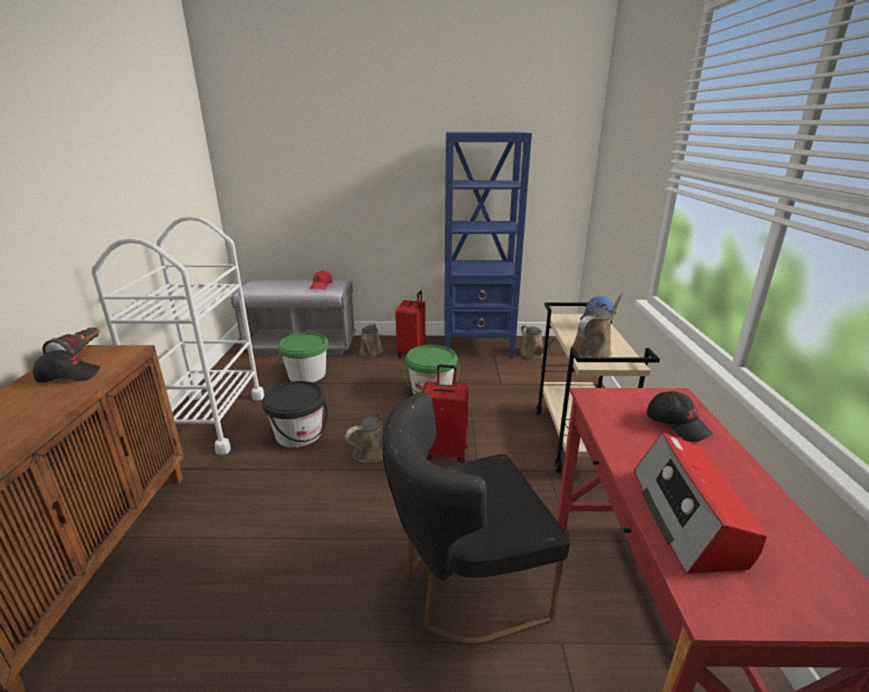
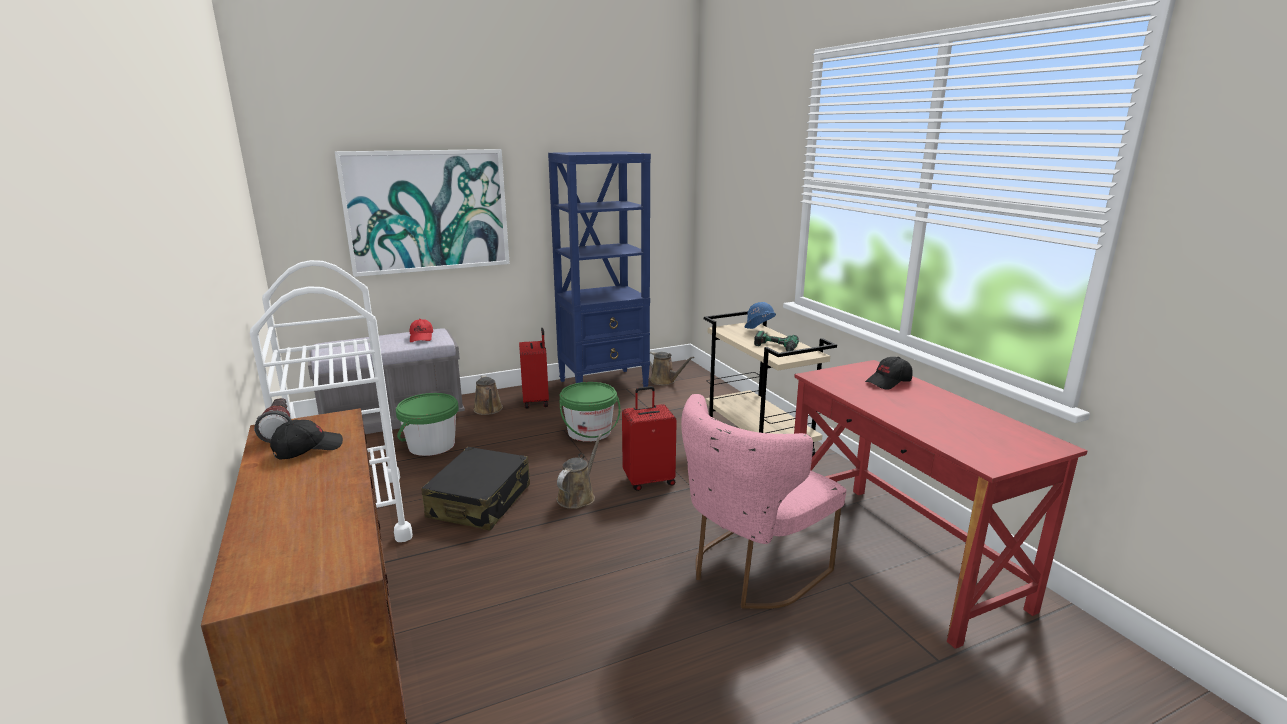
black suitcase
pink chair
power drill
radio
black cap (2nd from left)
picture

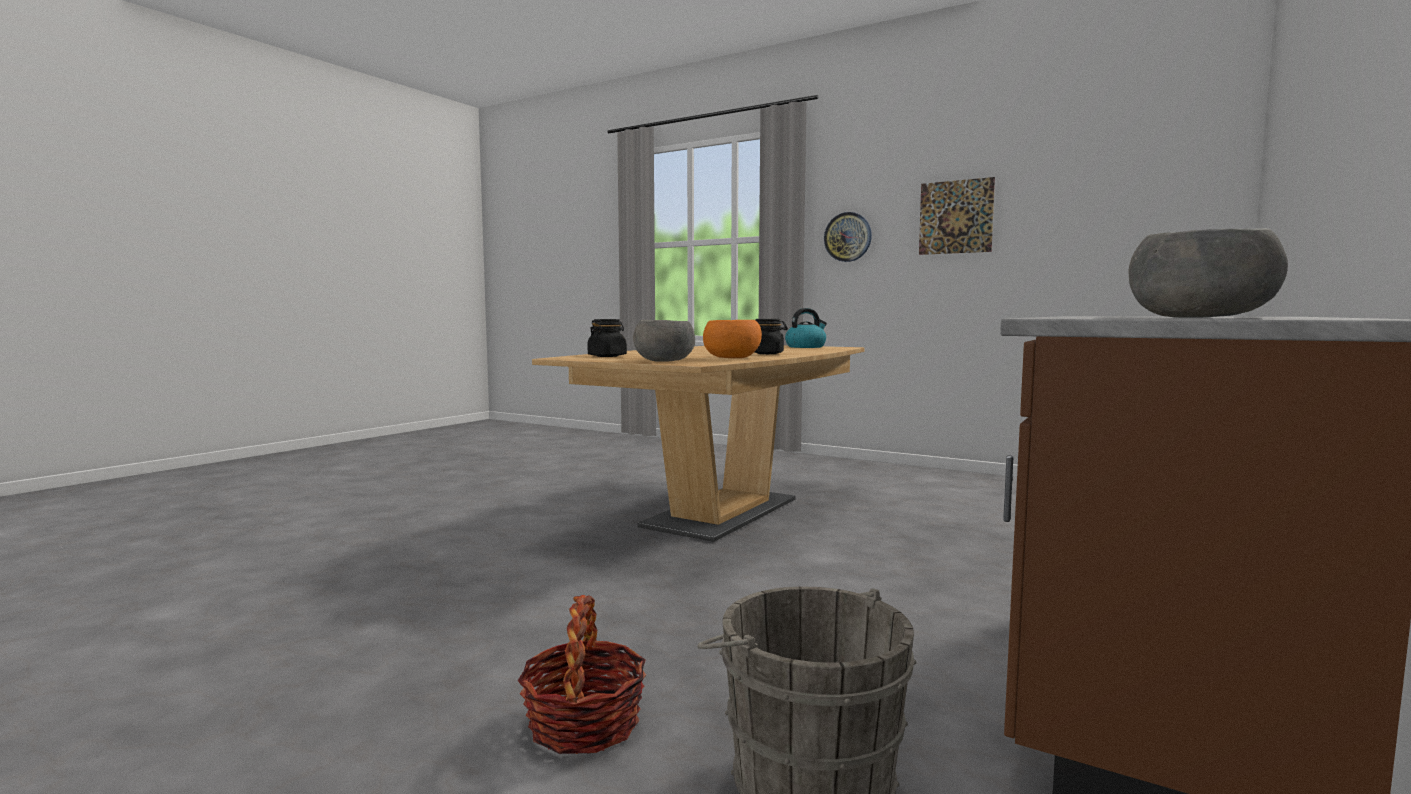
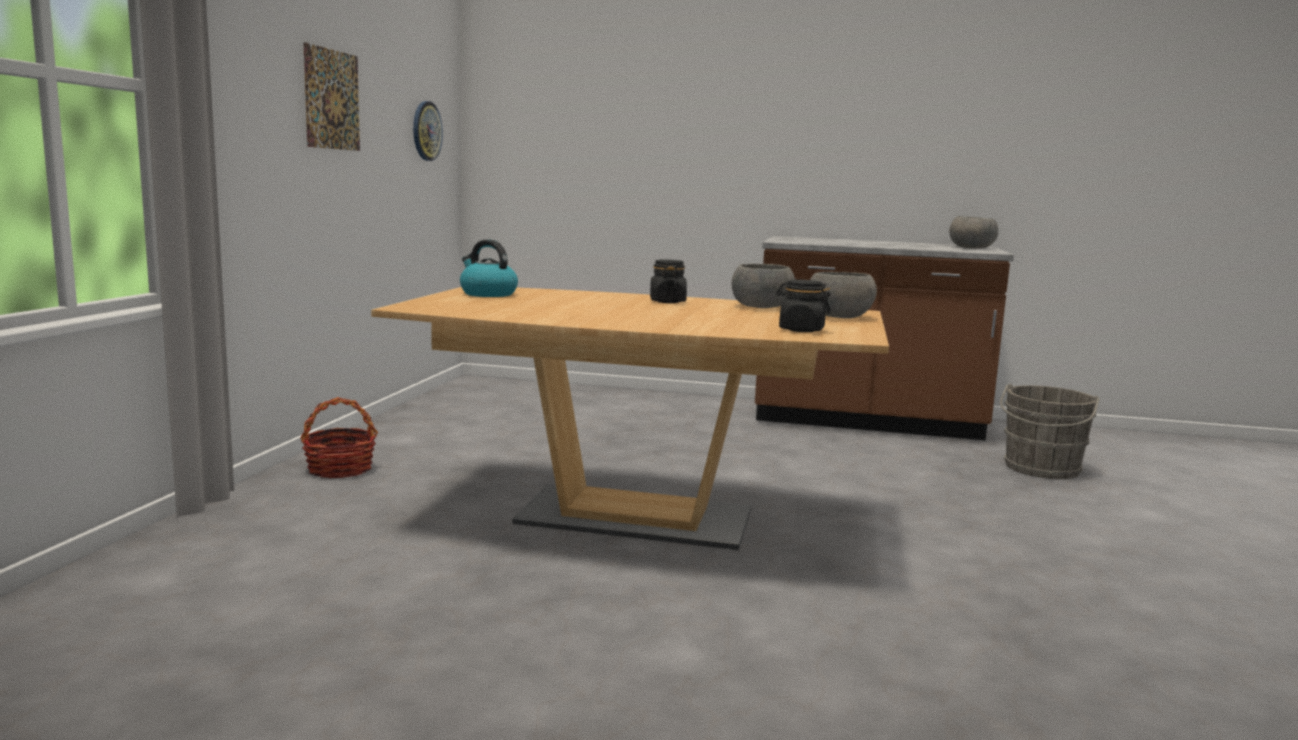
basket
grey bowl (1st from left)
wall clock

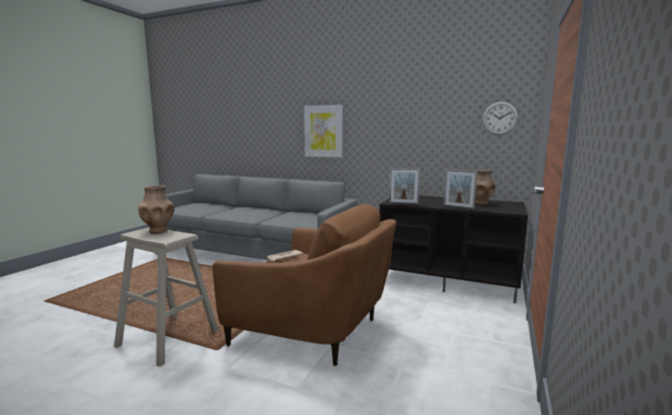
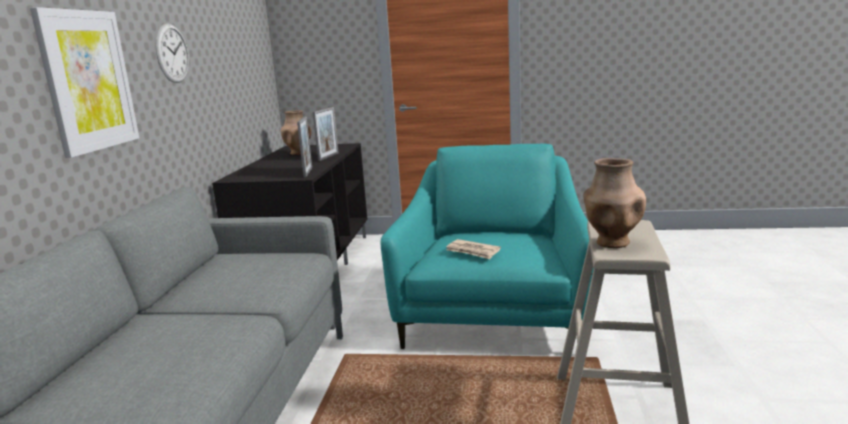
turquoise armchair
wall clock

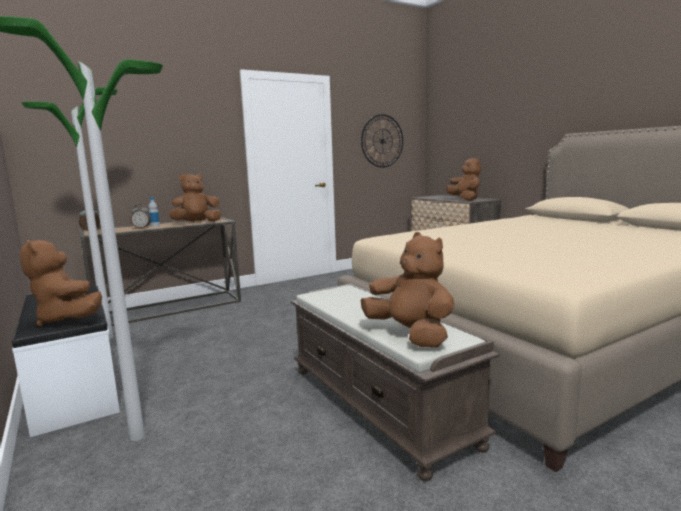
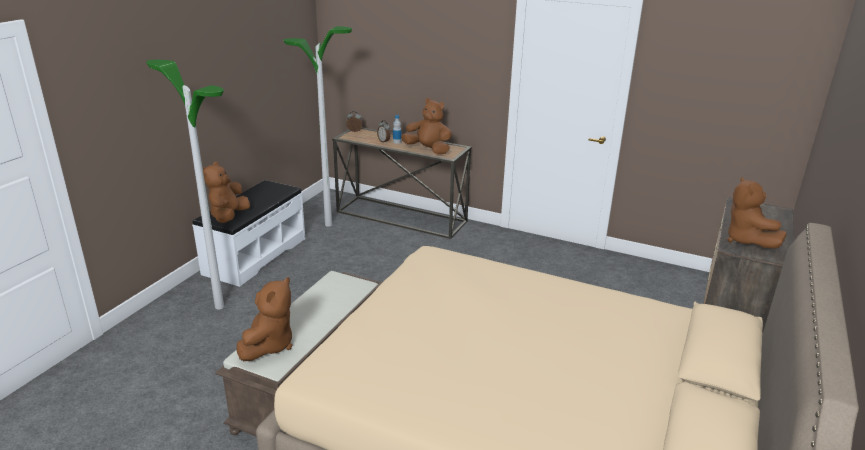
wall clock
brown plush toy (4th from left)

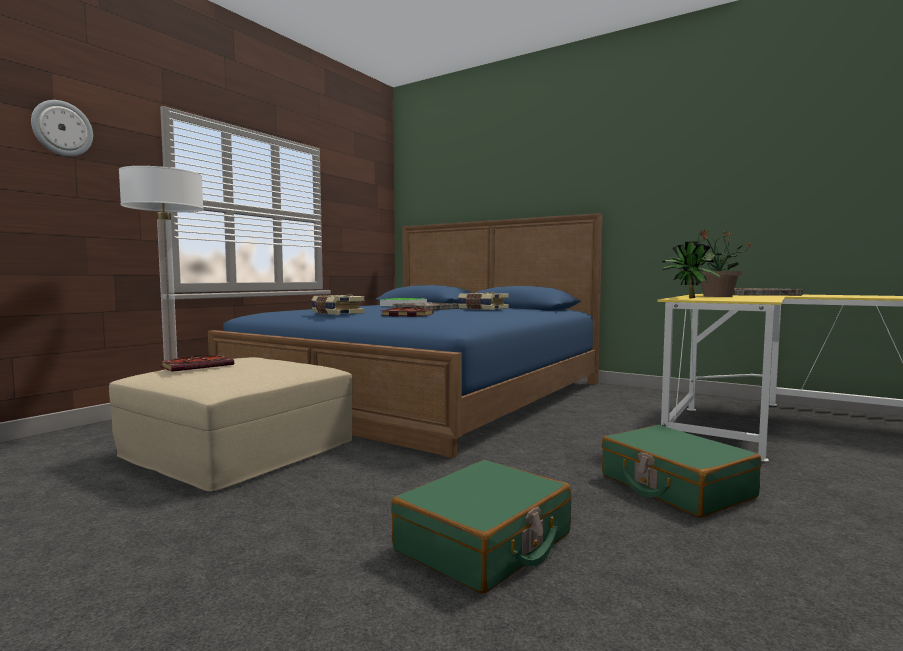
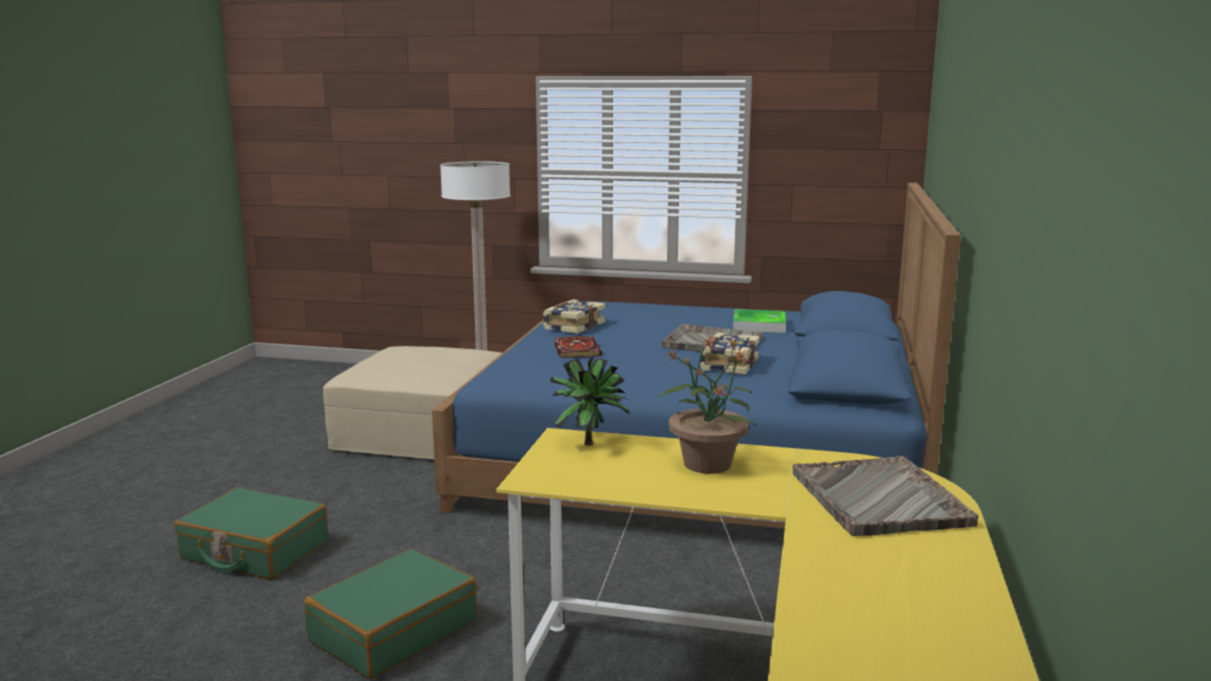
wall clock
book (1st from left in the first image)

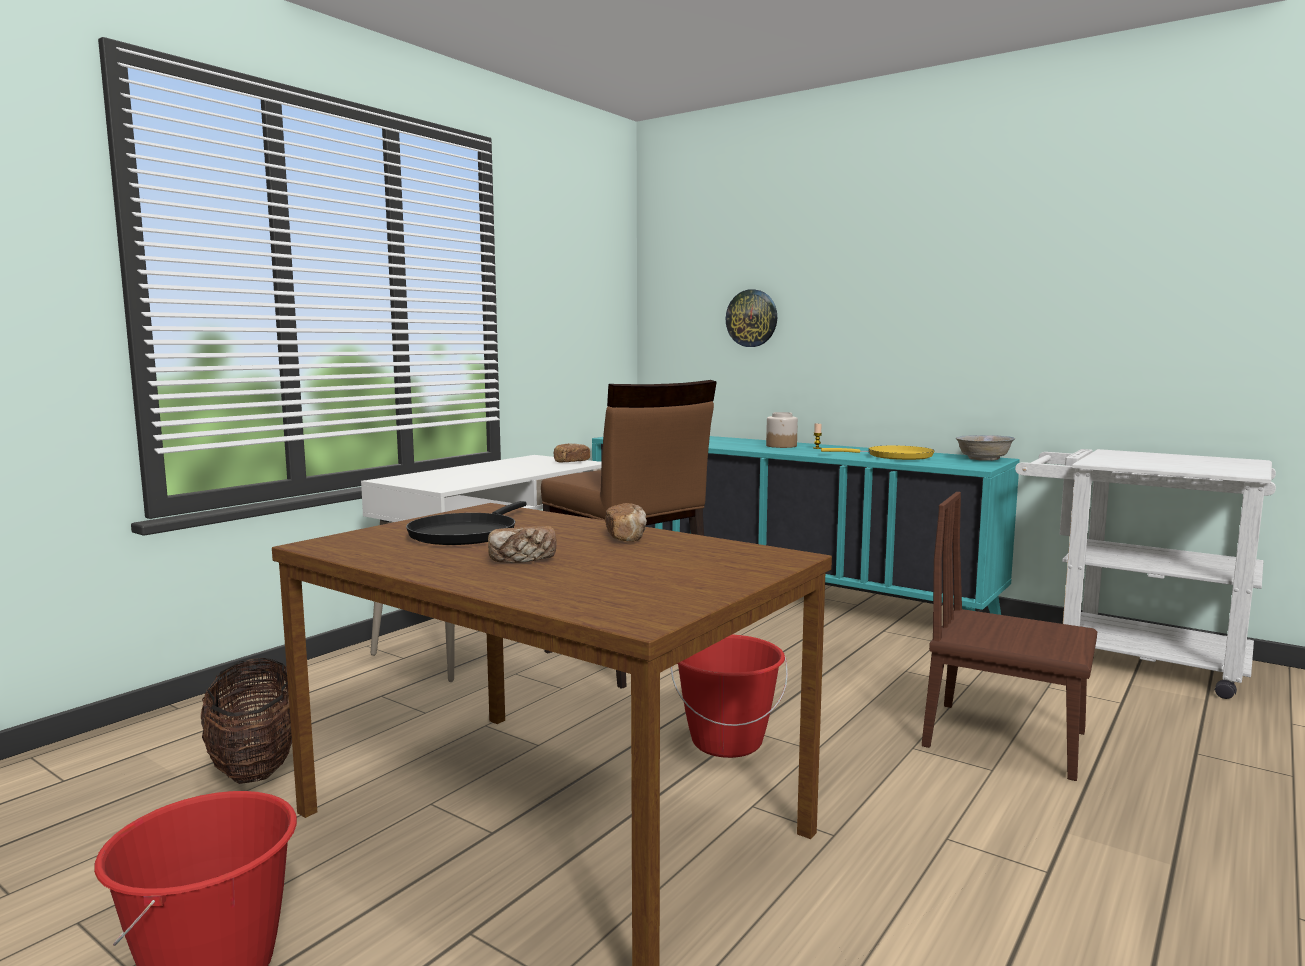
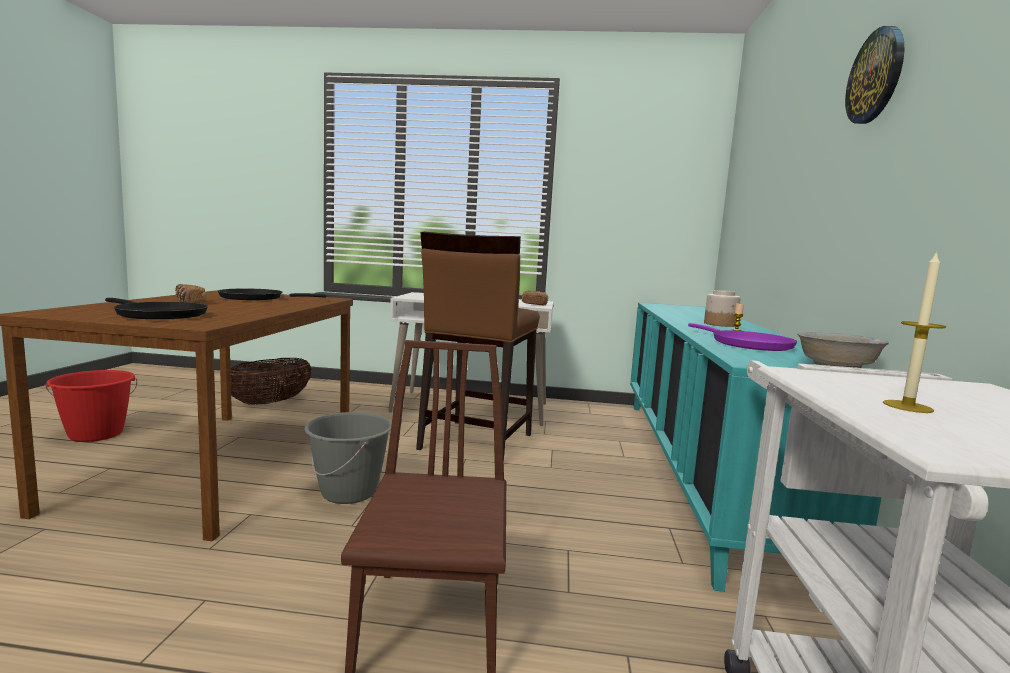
bread (3rd from left in the first image)
grey bucket
wall clock
purple frying pan
black frying pan (1st from left)
candle (2nd from left)

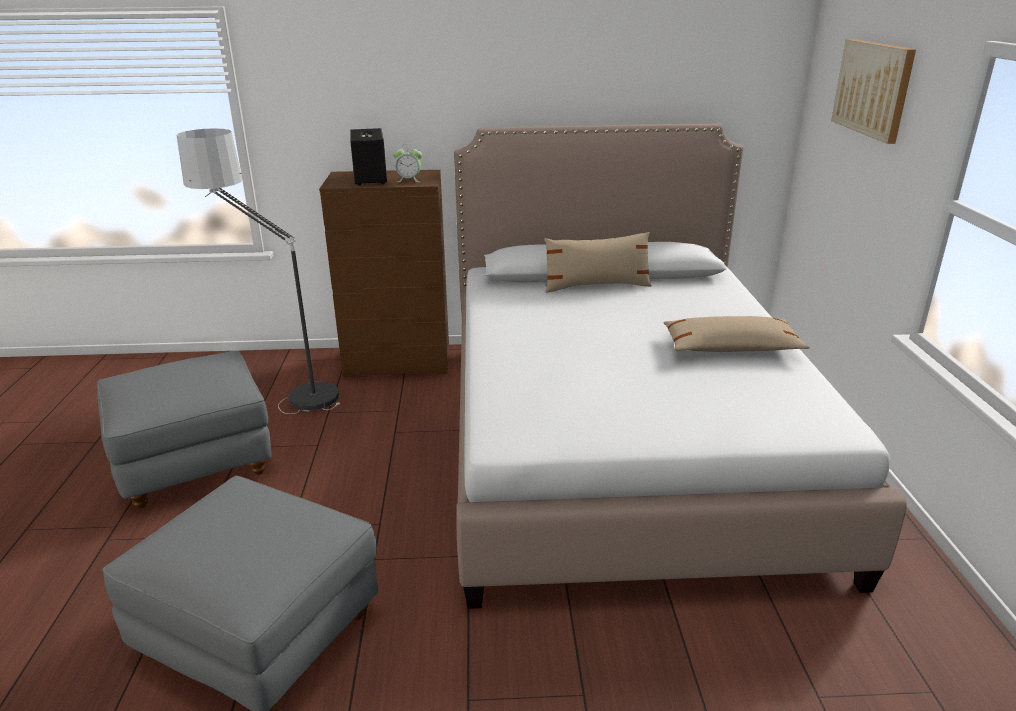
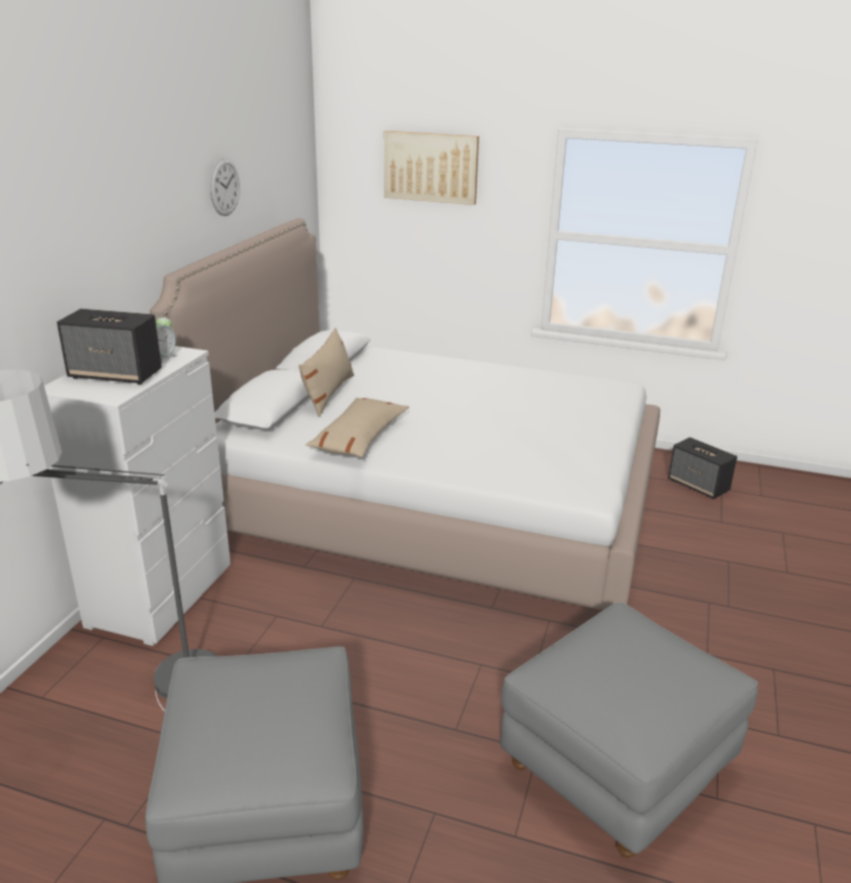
white dresser
beige pillow (2nd from left)
wall clock
speaker (2nd from left)

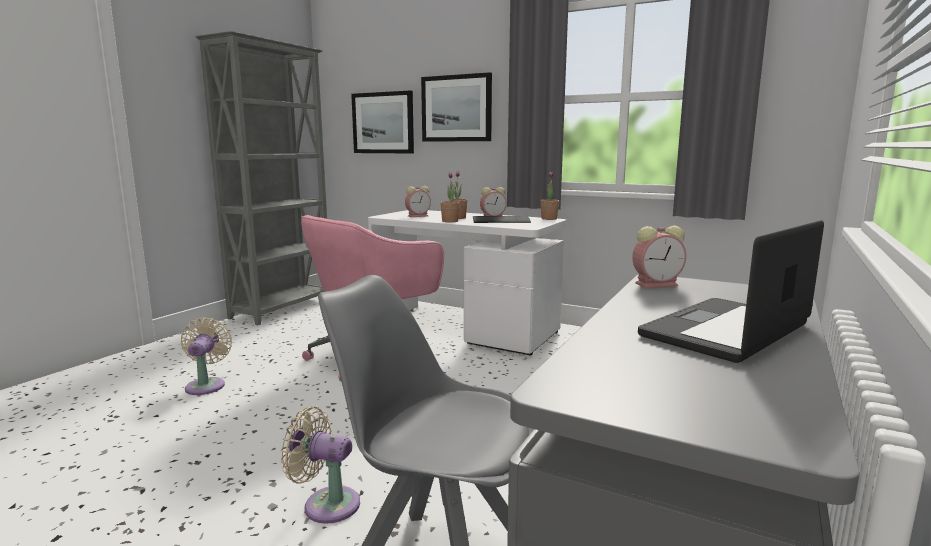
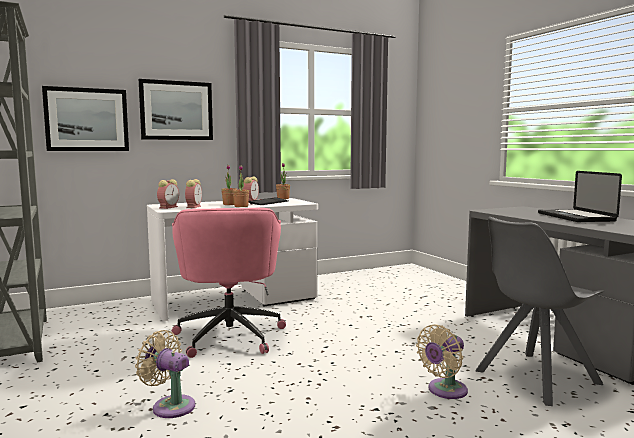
alarm clock (1st from left)

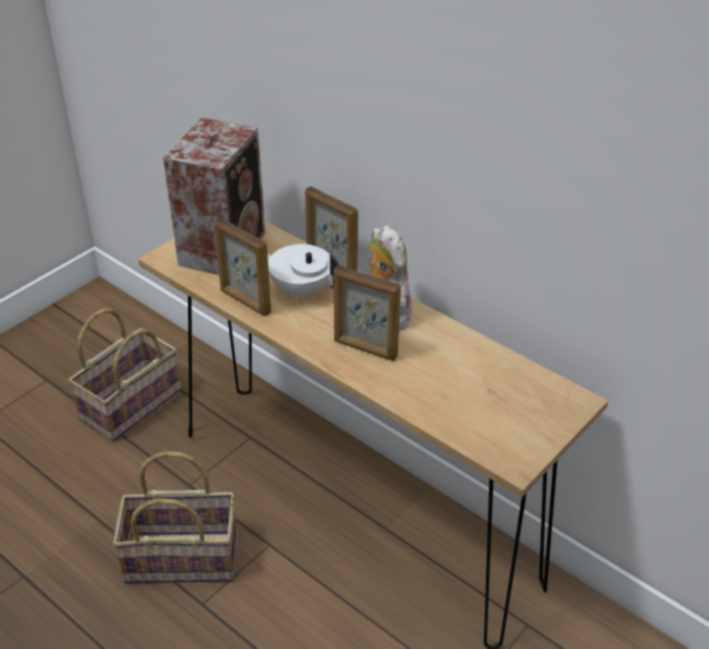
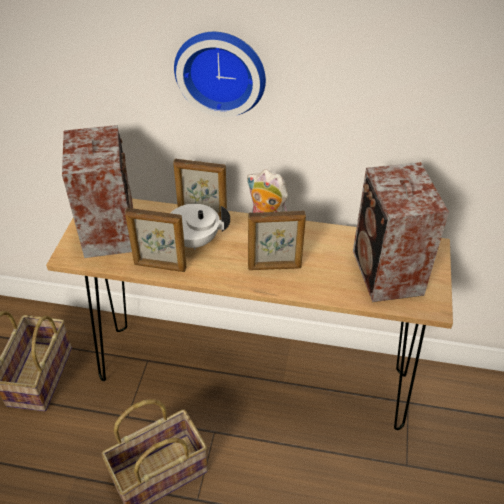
wall clock
speaker (2nd from left)

